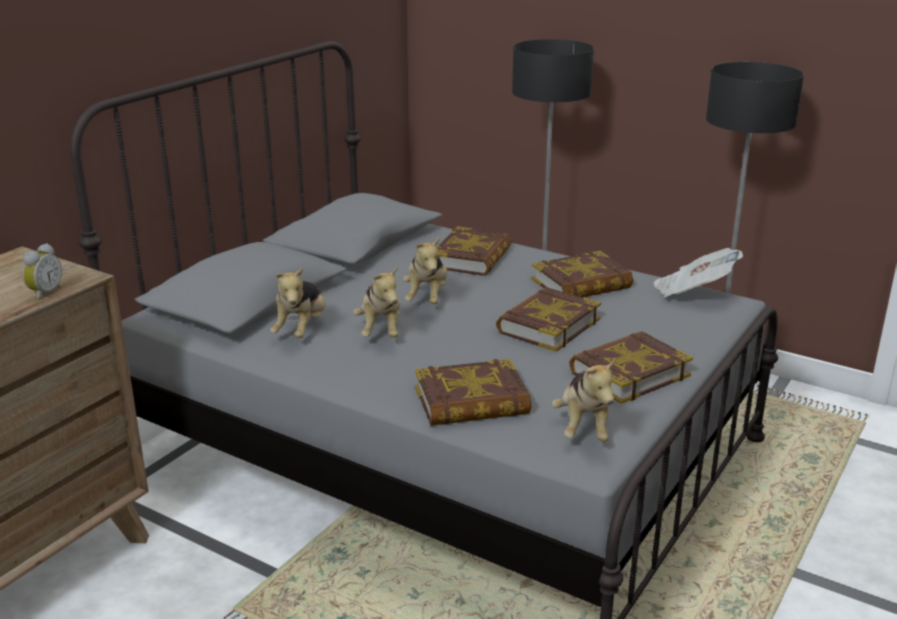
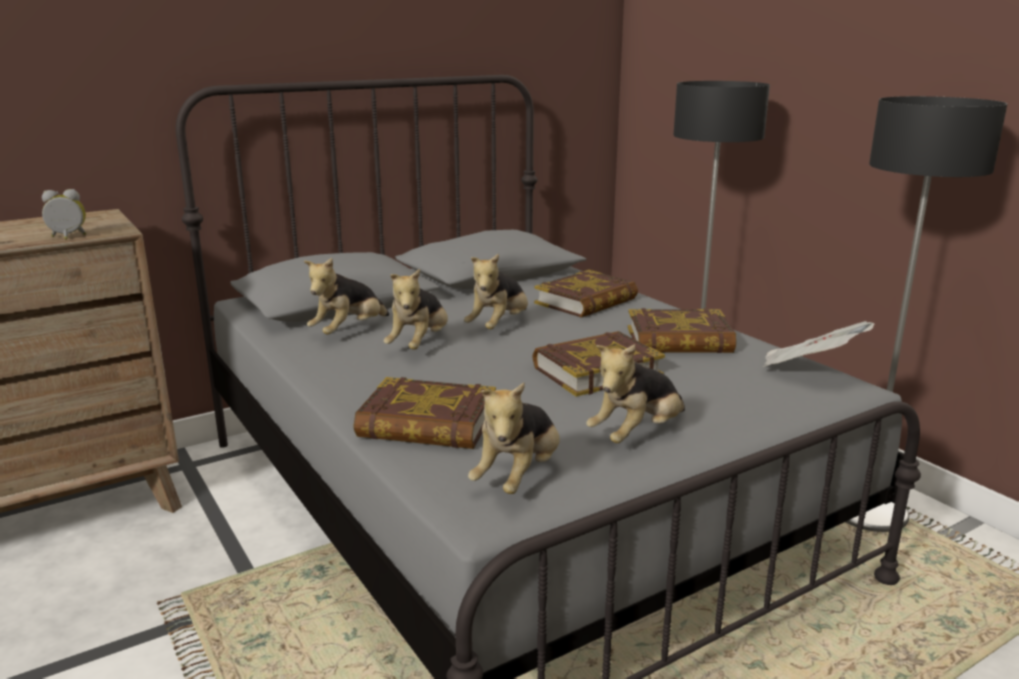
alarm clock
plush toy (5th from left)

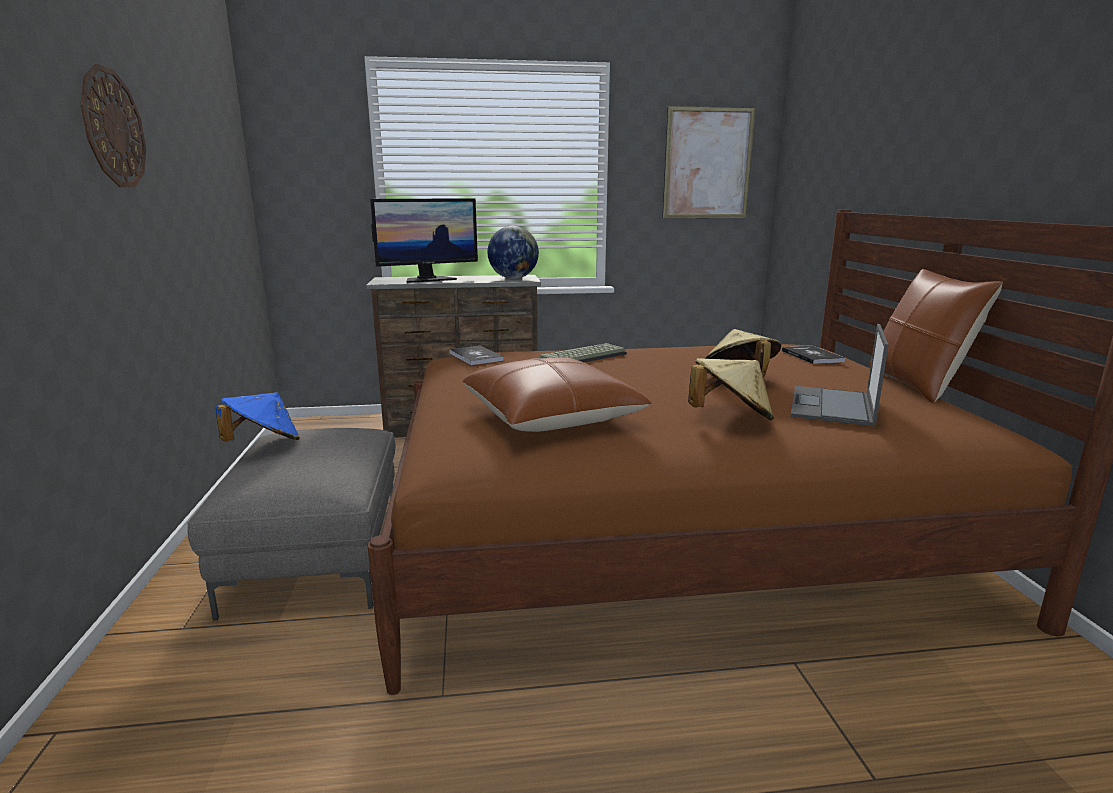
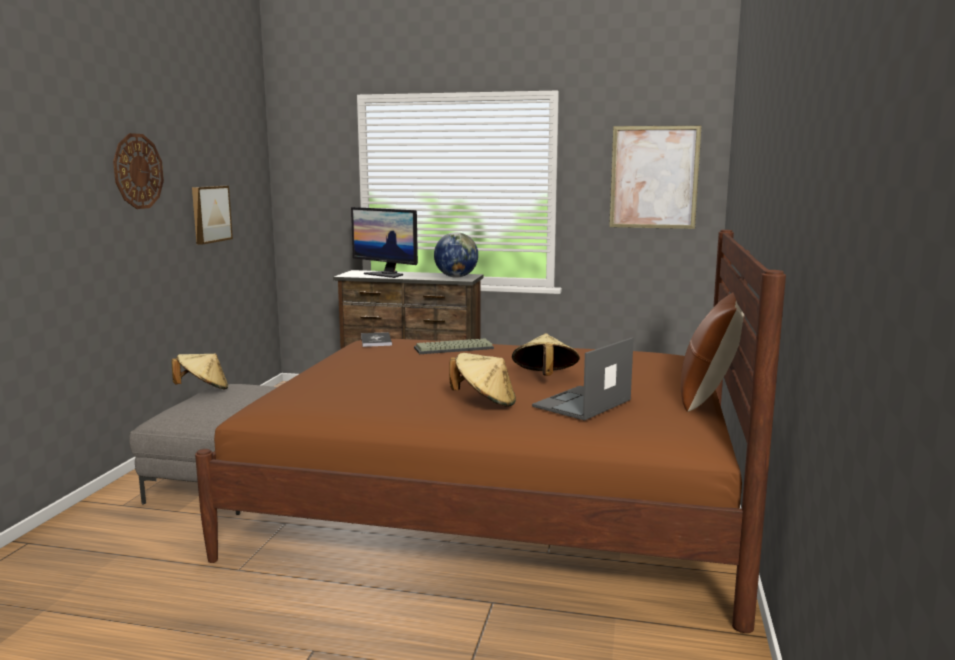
beige hat (1st from left)
monitor
brown pillow (1st from left in the first image)
book (2nd from left in the first image)
picture (1st from left)

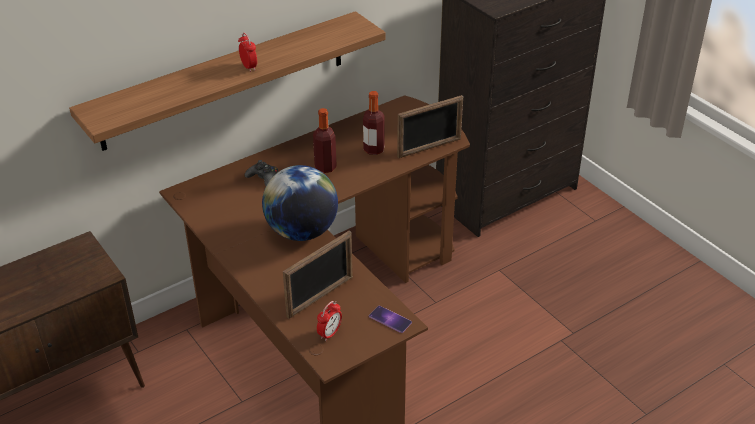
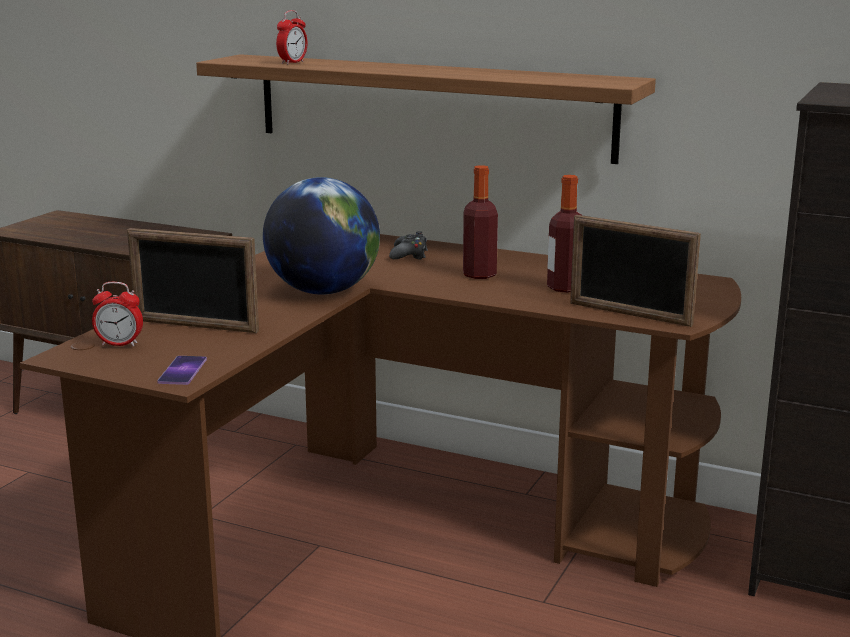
alarm clock (2nd from left)

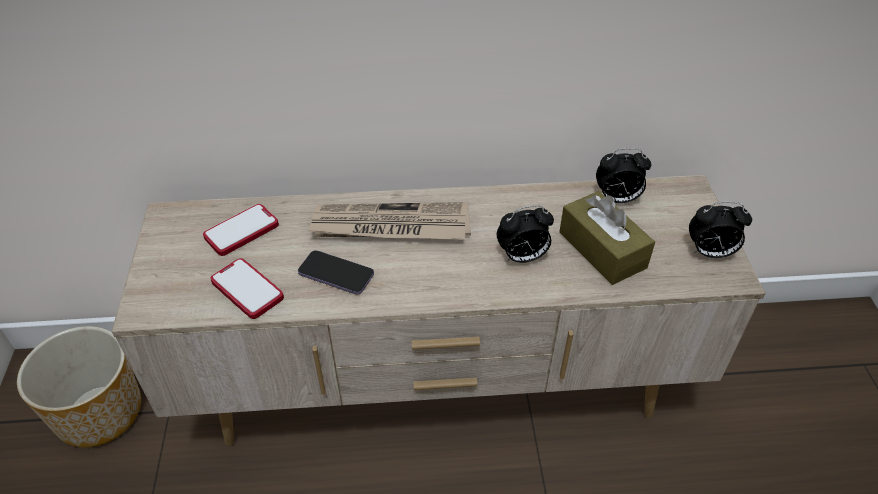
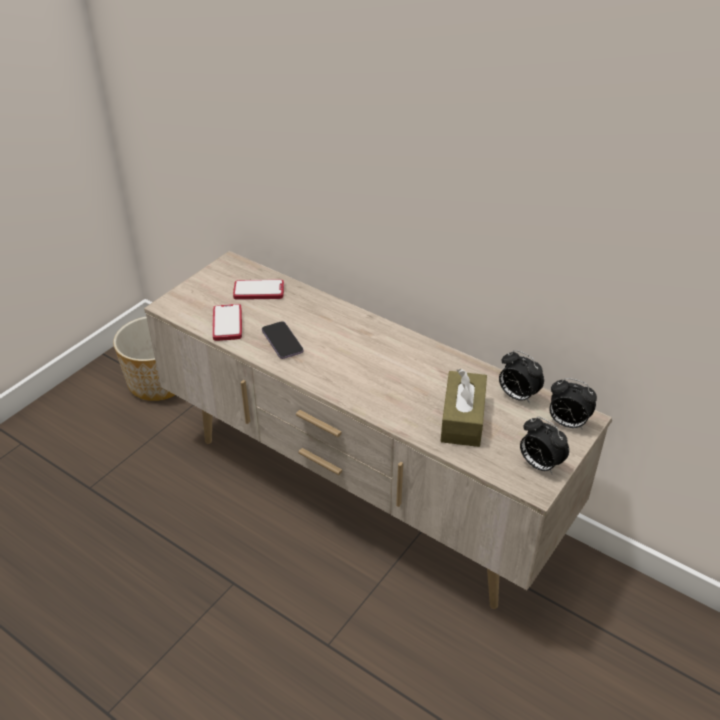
newspaper
alarm clock (3rd from left)

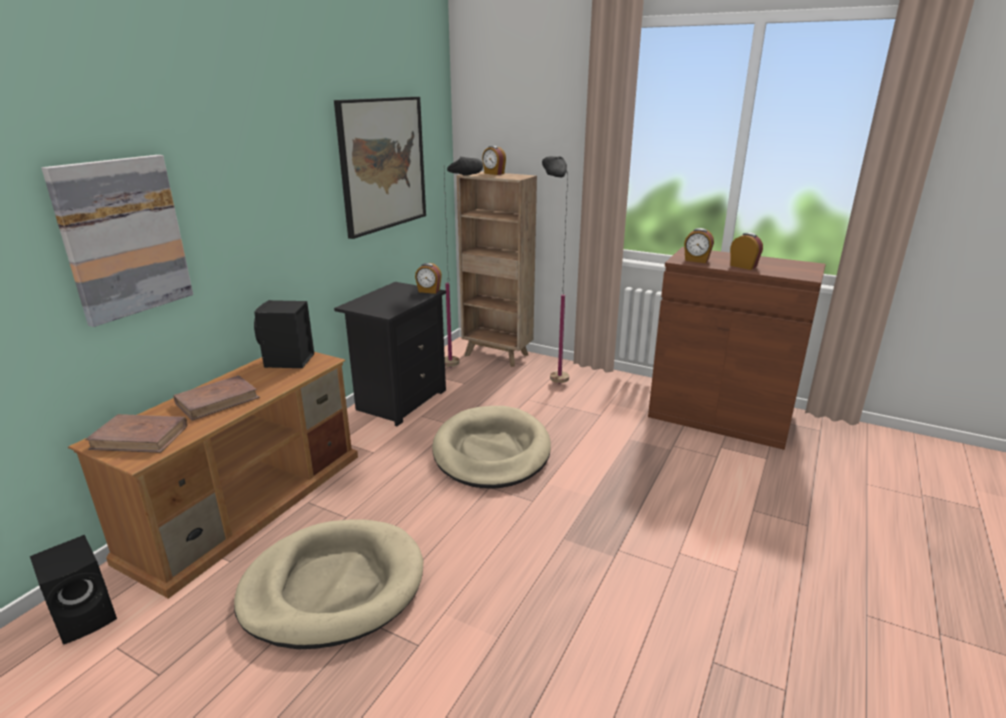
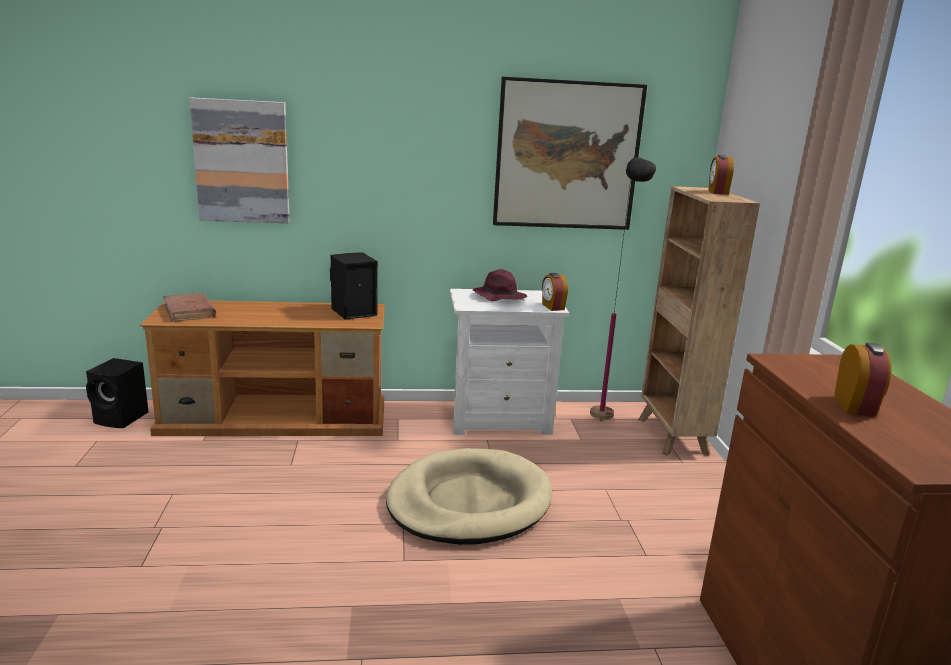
brown book (2nd from left in the first image)
beige dog bed (1st from left in the first image)
white nightstand
black floor lamp (2nd from left in the first image)
alarm clock (3rd from left in the first image)
purple hat

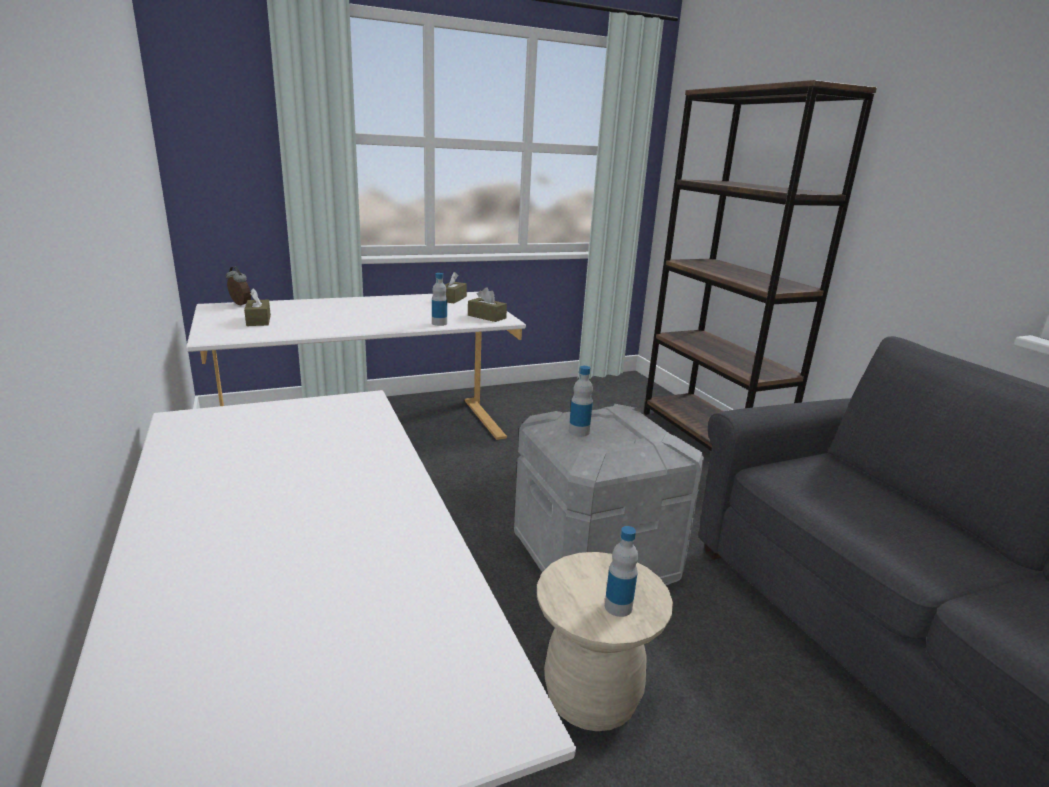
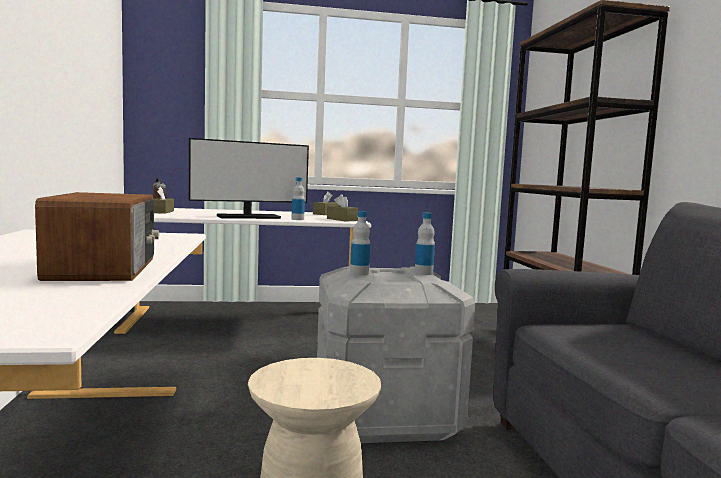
bottle (3rd from left)
radio
monitor

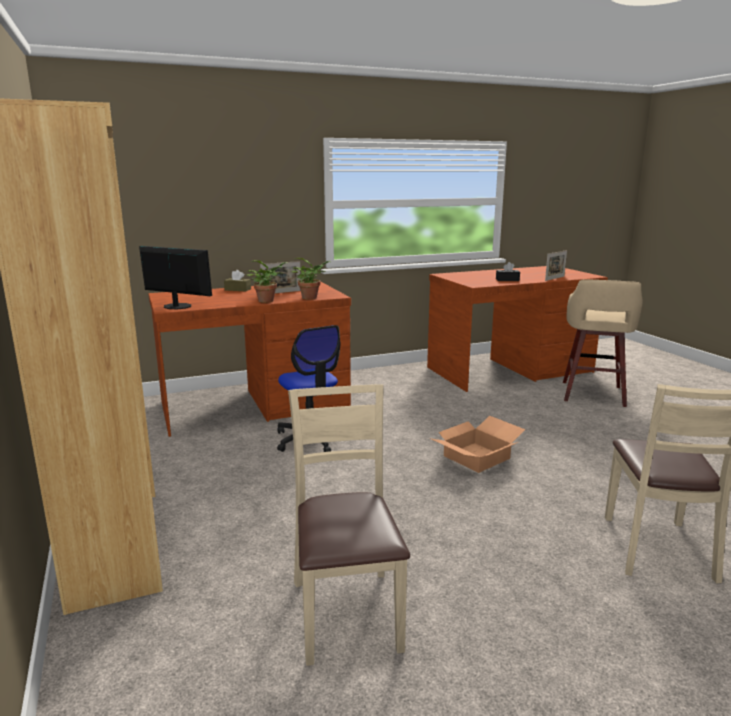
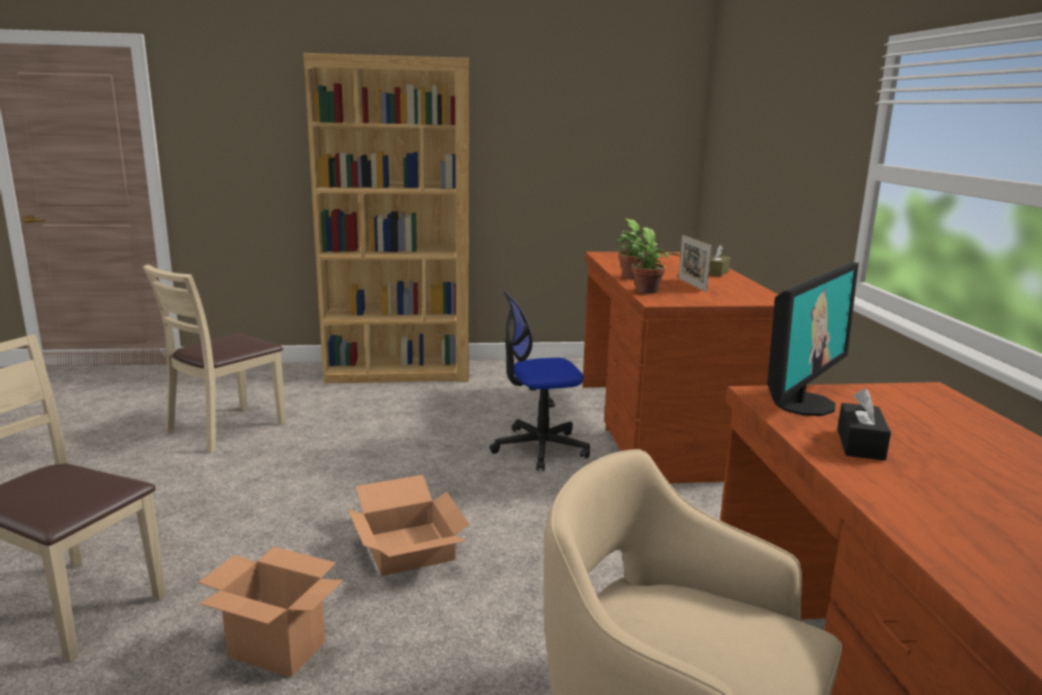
monitor
beige chair (2nd from left)
picture frame (2nd from left in the first image)
cardboard box (1st from left)

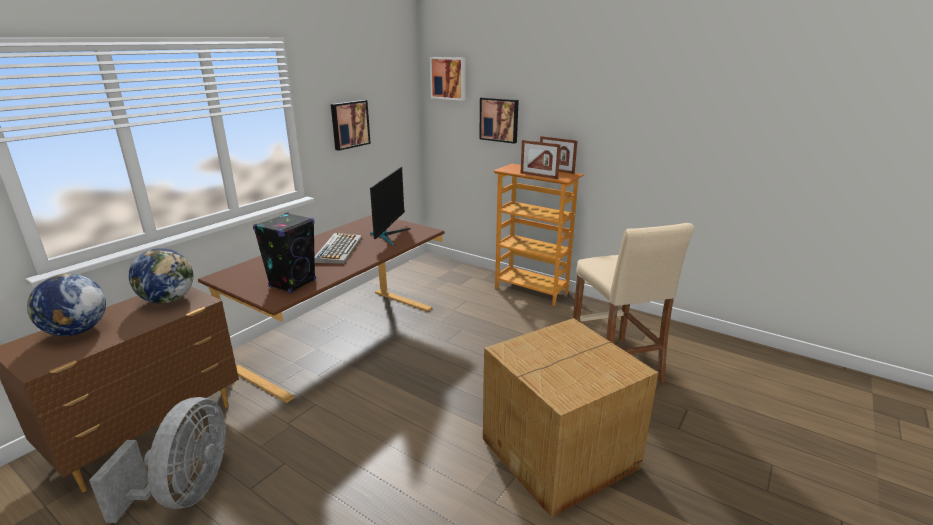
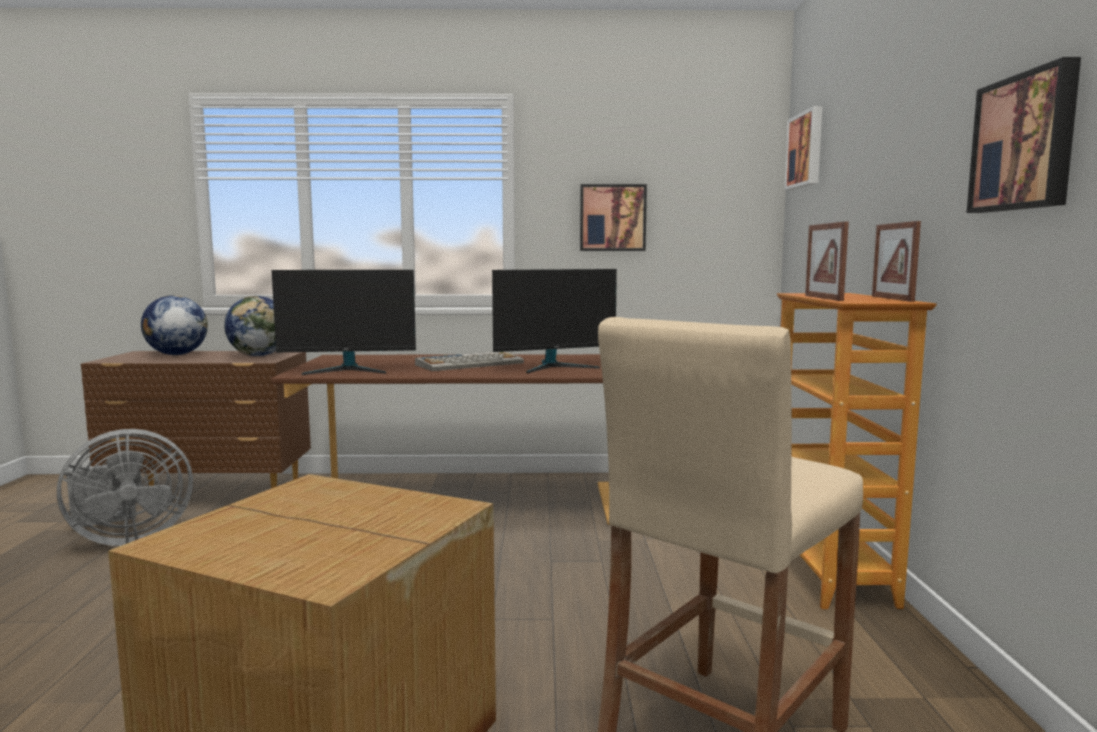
monitor (1st from left)
picture (3rd from left)

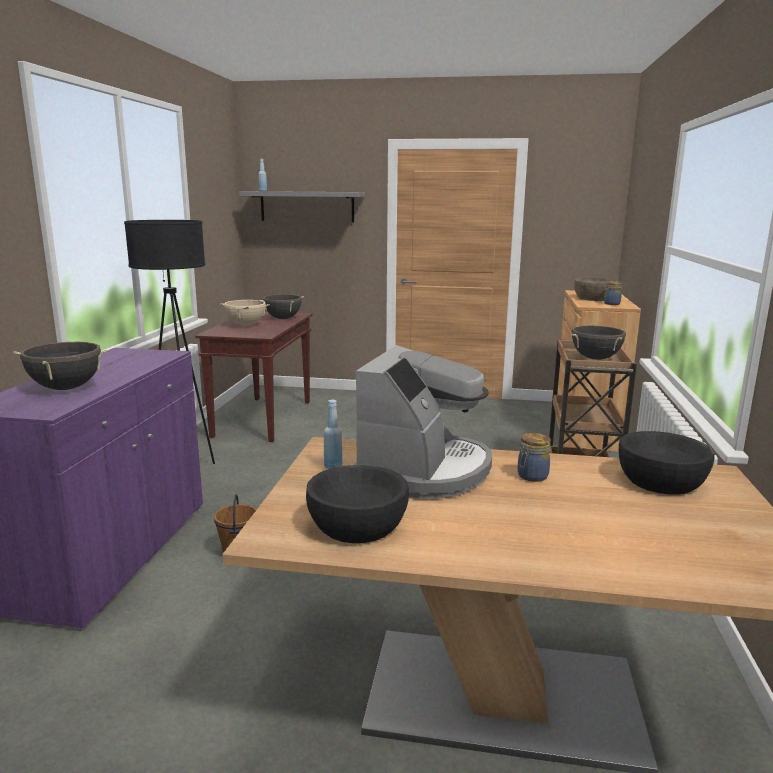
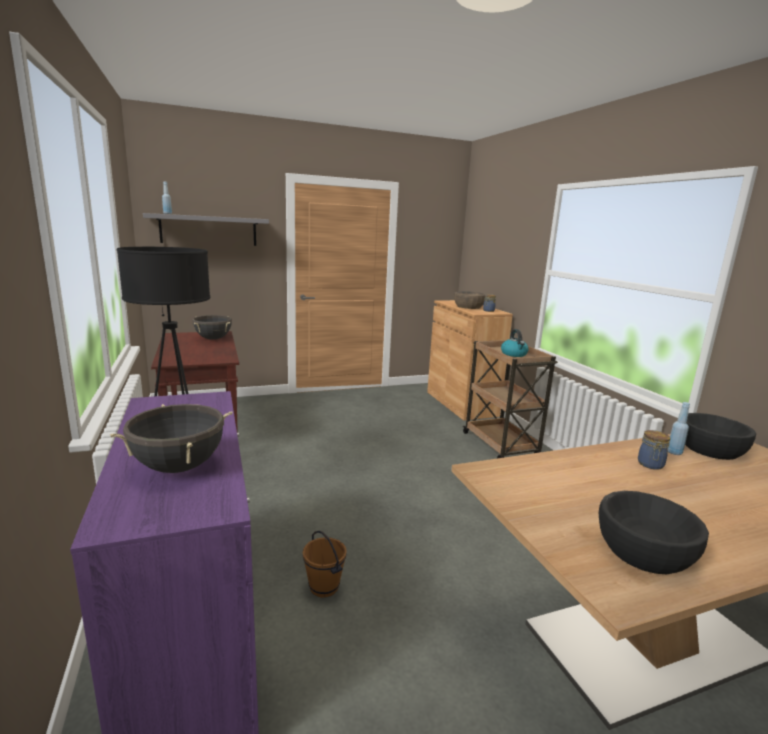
beige cooking pot
blue bottle (2nd from left)
coffee machine
kettle

